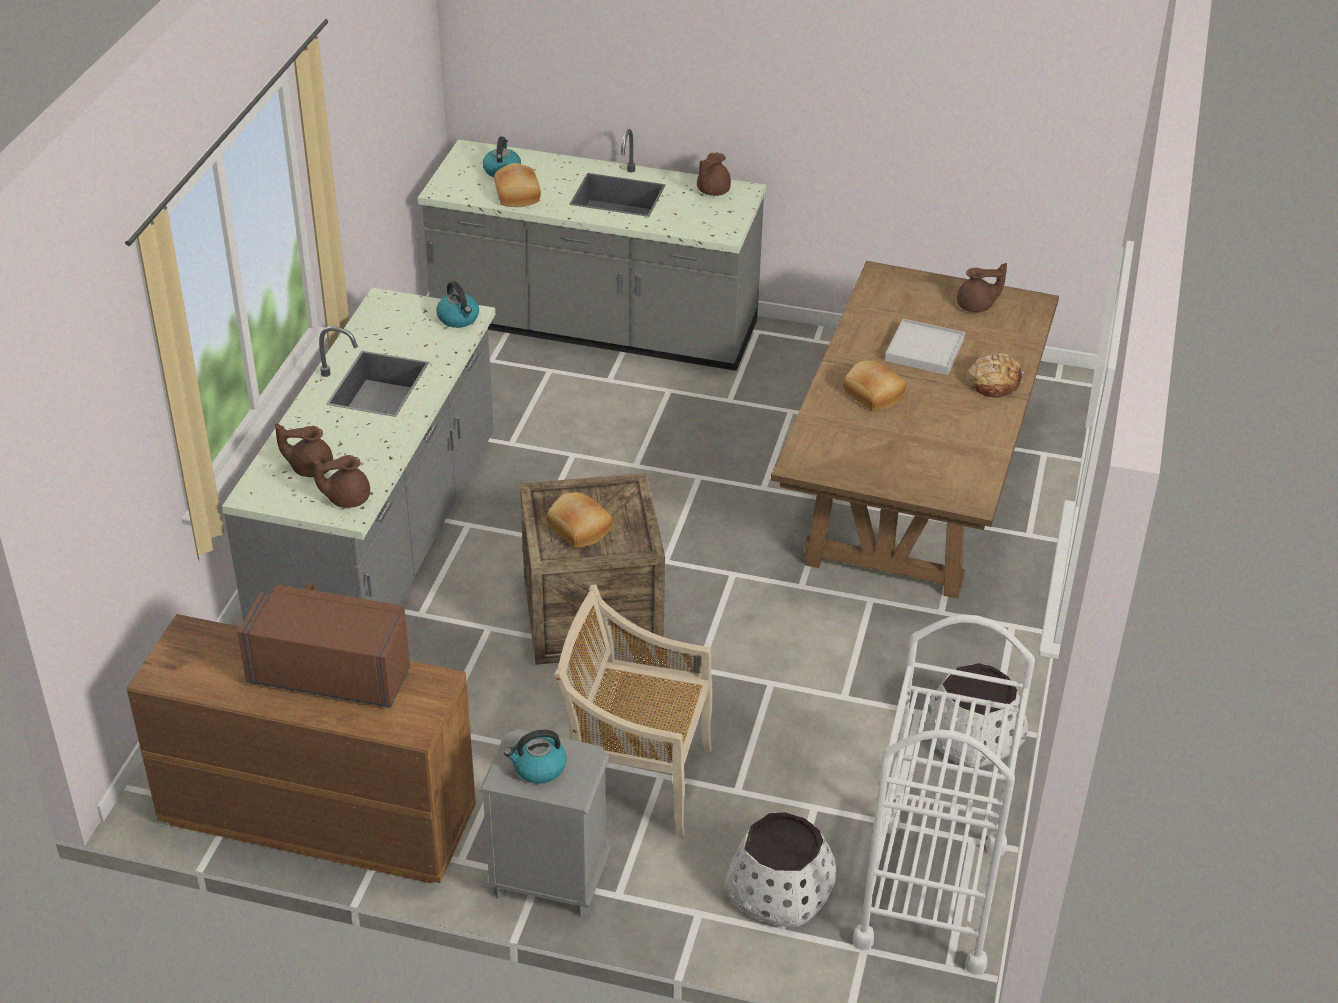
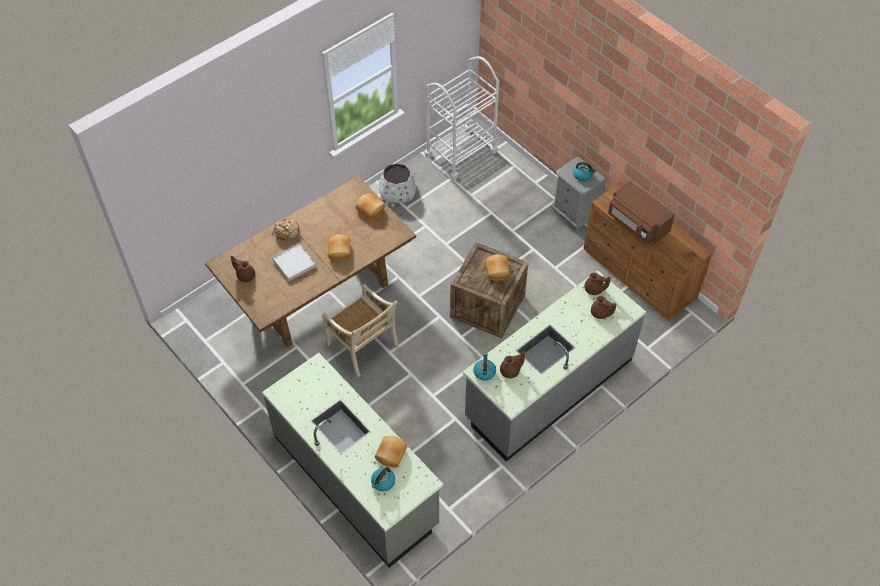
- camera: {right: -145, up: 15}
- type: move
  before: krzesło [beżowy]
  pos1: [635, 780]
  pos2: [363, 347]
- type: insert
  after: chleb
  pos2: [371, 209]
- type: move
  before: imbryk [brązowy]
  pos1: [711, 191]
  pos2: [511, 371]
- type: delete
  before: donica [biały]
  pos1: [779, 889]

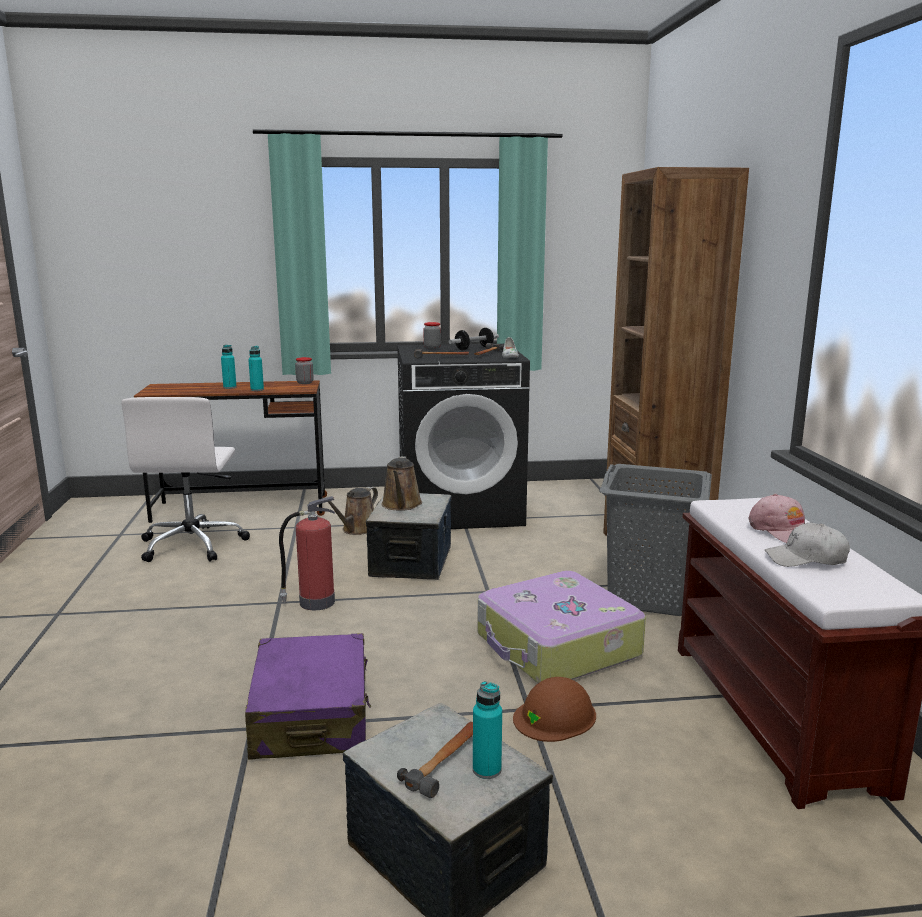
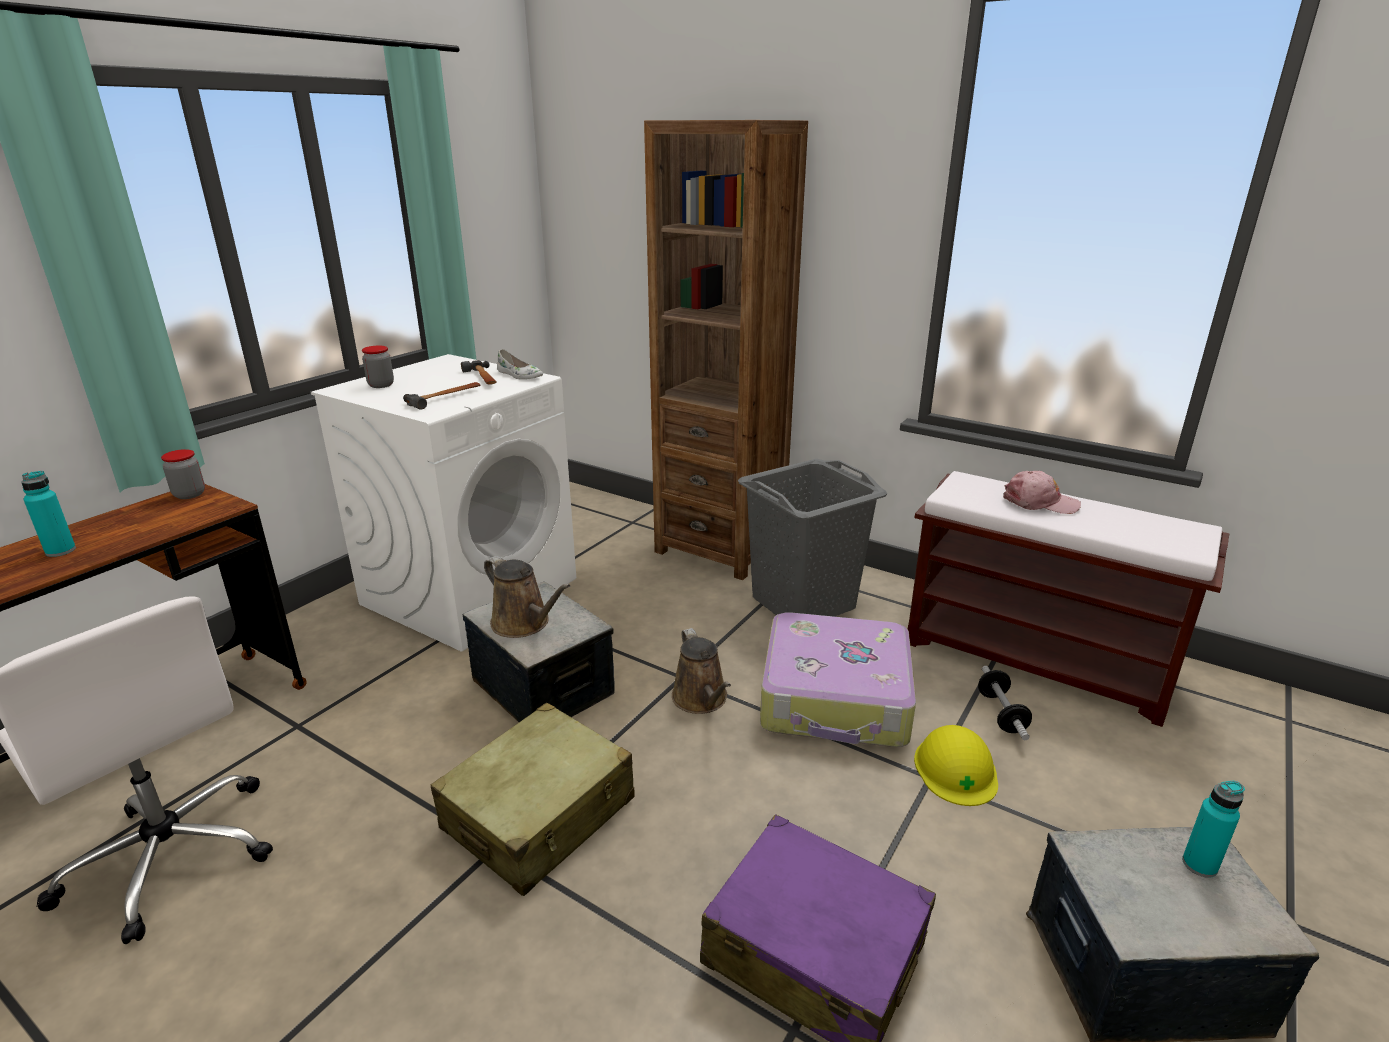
- camera: {right: -50, up: 10}
- type: recolor
  before: pralka [czarny]
  after: pralka [biały]
  pos1: [460, 509]
  pos2: [471, 590]
- type: replace
  before: gaśnica
  after: walizka [beżowy]
  pos1: [315, 602]
  pos2: [540, 814]
- type: move
  before: konewka [brązowy]
  pos1: [357, 530]
  pos2: [701, 700]
- type: recolor
  before: kask [brązowy]
  after: kask [żółty]
  pos1: [555, 716]
  pos2: [955, 769]
- type: move
  before: hantel
  pos1: [474, 348]
  pos2: [1001, 714]
- type: delete
  before: butelka [turkusowy]
  pos1: [257, 390]
- type: delete
  before: młotek
  pos1: [446, 761]
- type: delete
  before: czapka z daszkiem [biały]
  pos1: [806, 559]

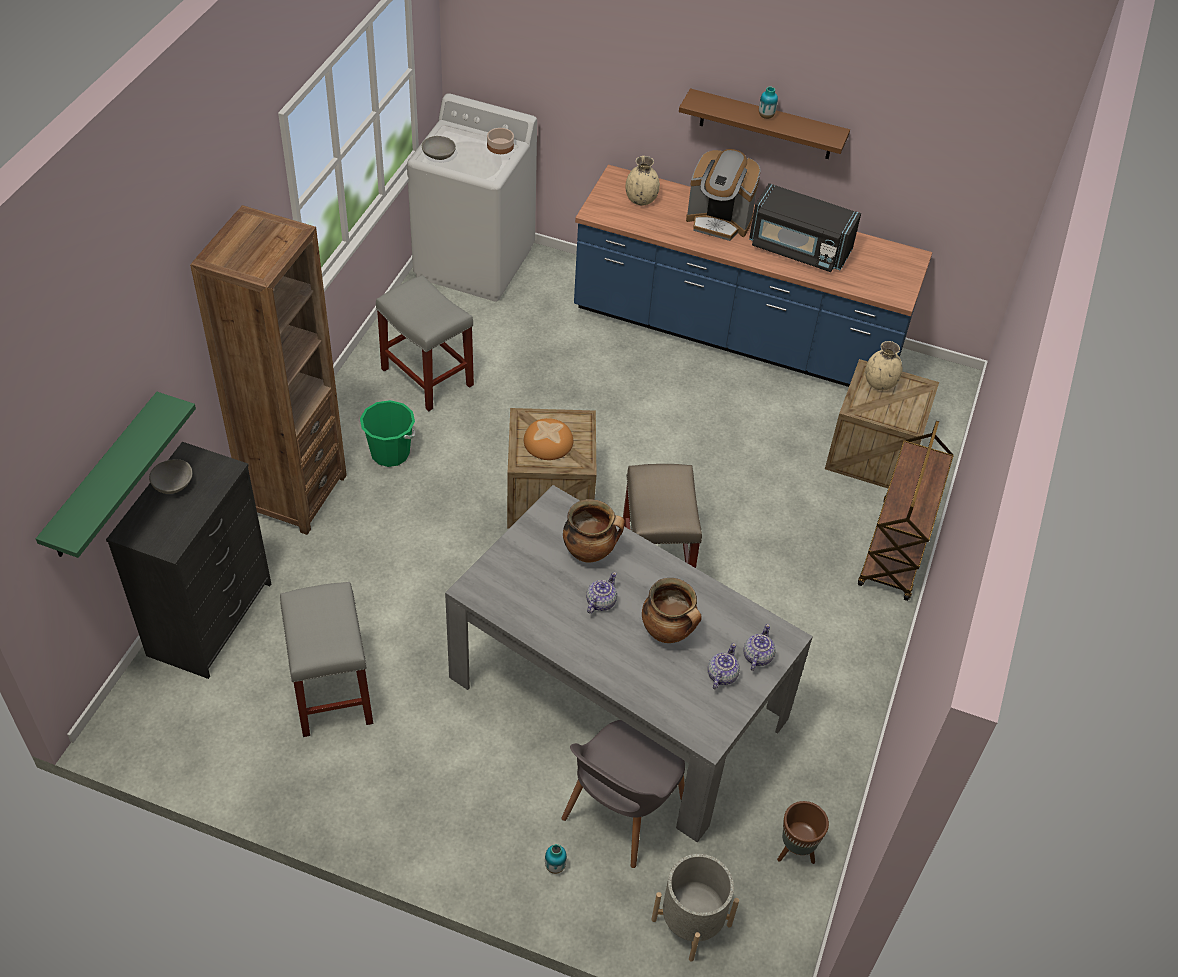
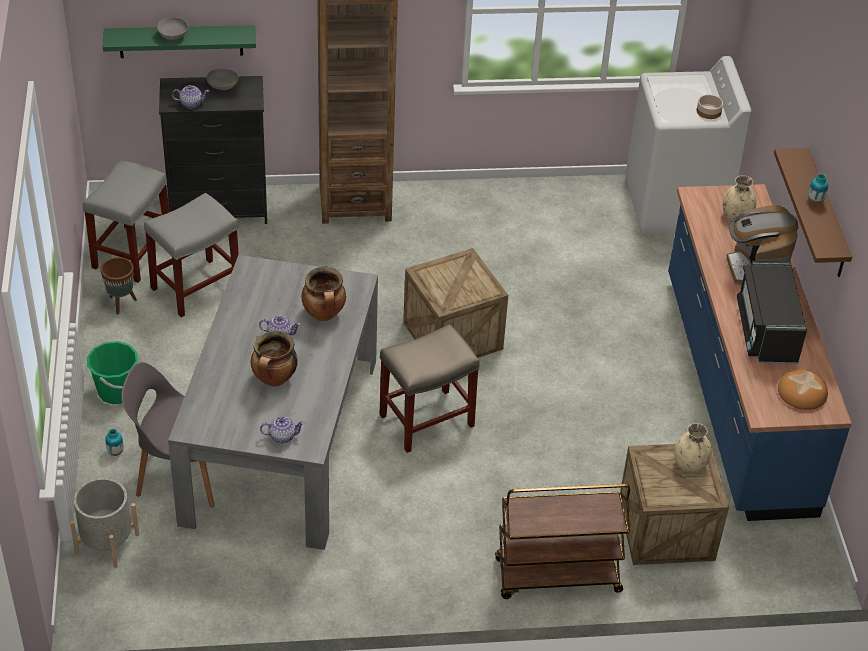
- camera: {right: 65, up: -5}
- type: move
  before: stołek [szary]
  pos1: [428, 378]
  pos2: [132, 254]
- type: move
  before: wiadro [zielony]
  pos1: [390, 453]
  pos2: [116, 391]
- type: move
  before: donica [brązowy]
  pos1: [795, 852]
  pos2: [121, 303]
- type: move
  before: miska [szary]
  pos1: [439, 155]
  pos2: [173, 36]
- type: move
  before: imbryk
  pos1: [721, 675]
  pos2: [191, 103]
- type: move
  before: chleb
  pos1: [548, 442]
  pos2: [802, 393]

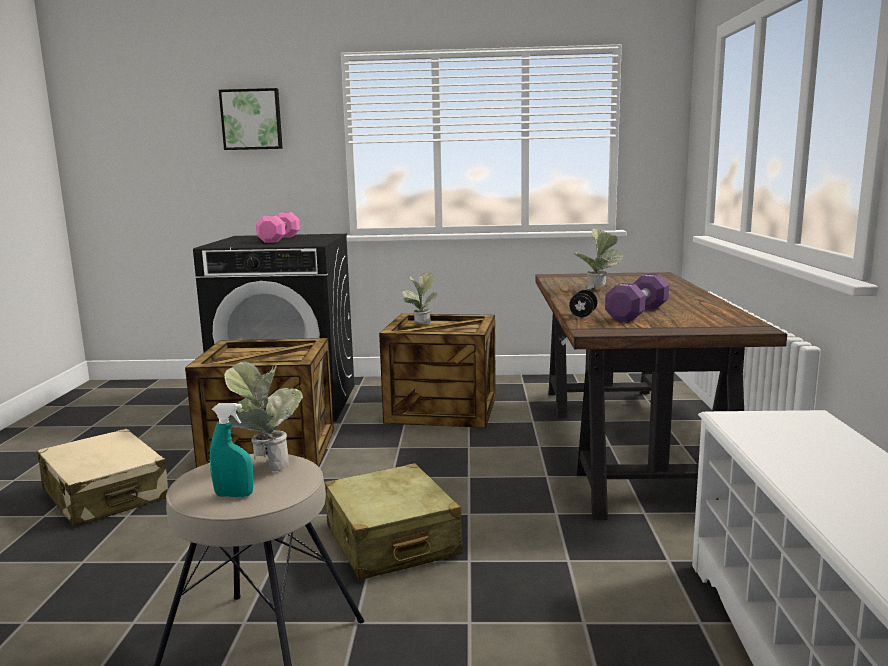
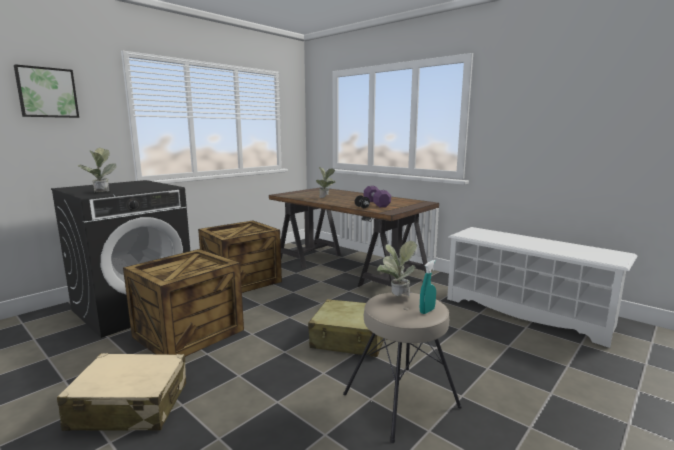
- camera: {right: -50, up: 0}
- type: move
  before: roślina doniczkowa
  pos1: [420, 326]
  pos2: [101, 193]
- type: delete
  before: hantel [różowy]
  pos1: [279, 239]

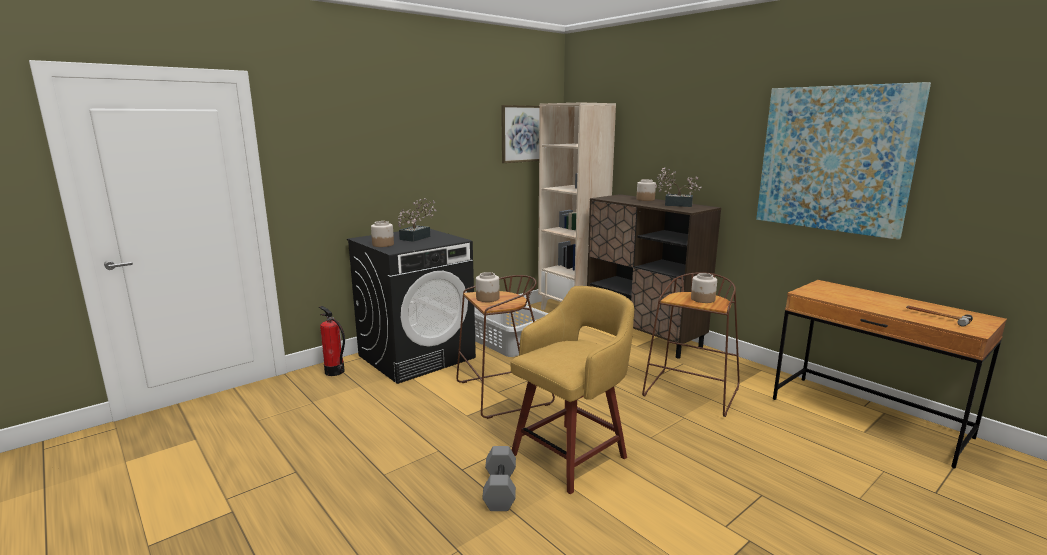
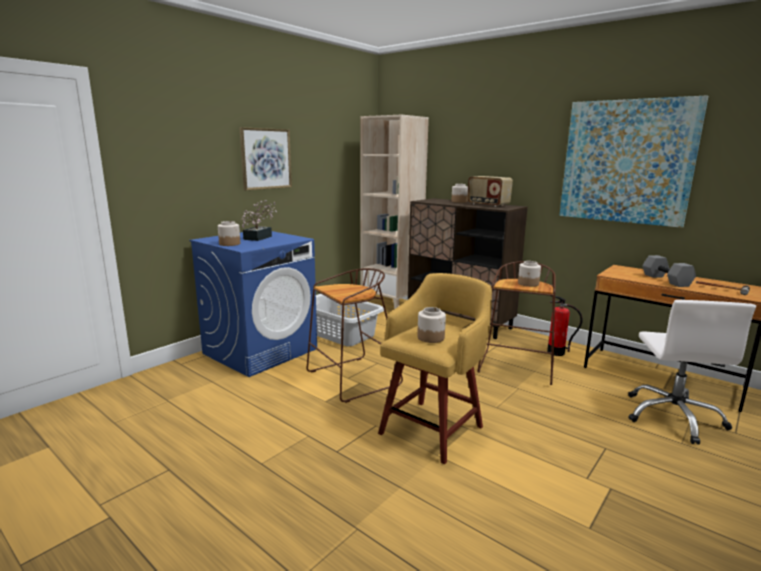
- camera: {right: -10, up: 0}
- type: recolor
  before: pralka [czarny]
  after: pralka [niebieski]
  pos1: [417, 356]
  pos2: [261, 351]
- type: move
  before: obraz
  pos1: [522, 133]
  pos2: [266, 159]
- type: move
  before: słoik
  pos1: [488, 298]
  pos2: [431, 337]
- type: replace
  before: roślina doniczkowa
  after: radio
  pos1: [675, 204]
  pos2: [487, 205]
- type: move
  before: gaśnica
  pos1: [334, 372]
  pos2: [556, 352]
- type: insert
  after: krzesło biurowe [biały]
  pos2: [673, 417]
- type: move
  before: hantel [szary]
  pos1: [499, 489]
  pos2: [665, 280]

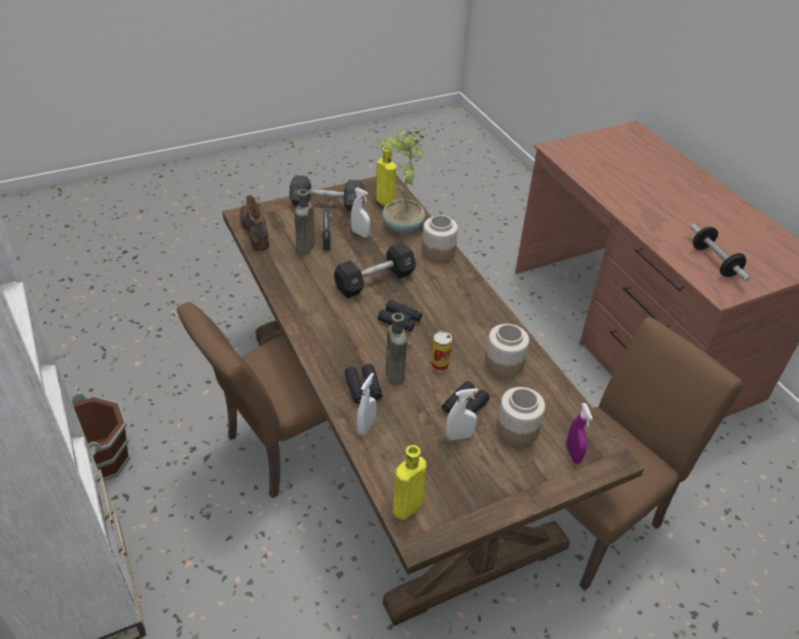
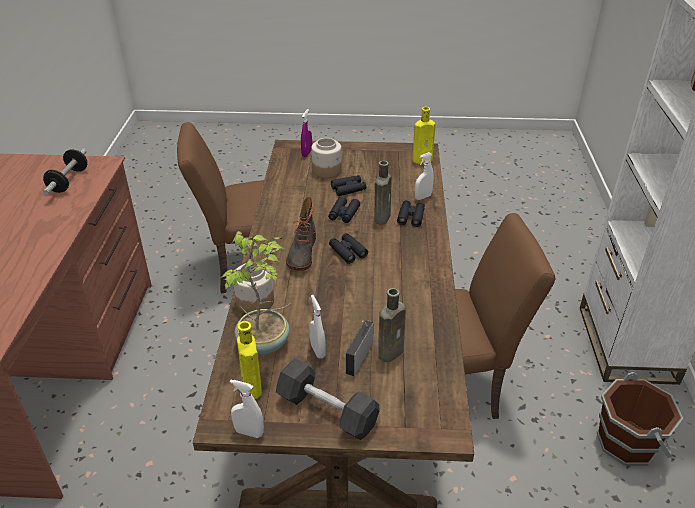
- camera: {right: -150, up: -5}
- type: move
  before: spryskiwacz [biały]
  pos1: [459, 436]
  pos2: [249, 432]
- type: move
  before: but z cholewką
  pos1: [256, 230]
  pos2: [301, 253]
- type: replace
  before: puszka
  after: lornetka [czarny]
  pos1: [440, 365]
  pos2: [344, 214]
- type: delete
  before: hantel [czarny]
  pos1: [375, 281]
- type: delete
  before: słoik
  pos1: [503, 363]

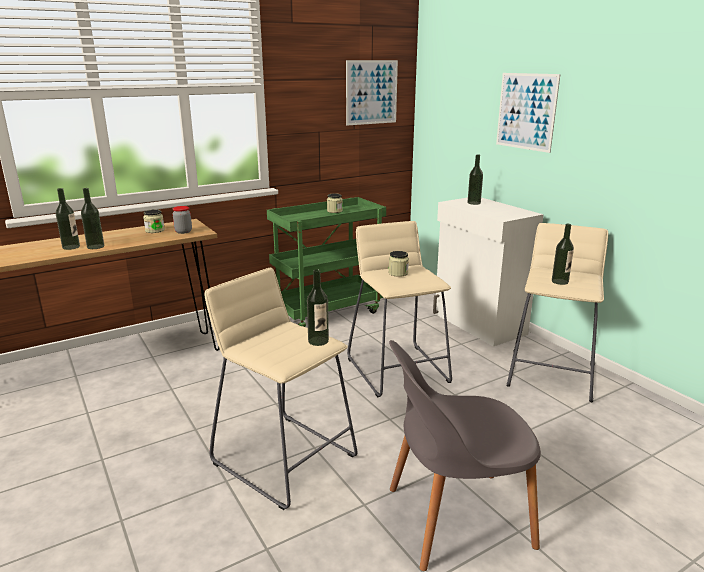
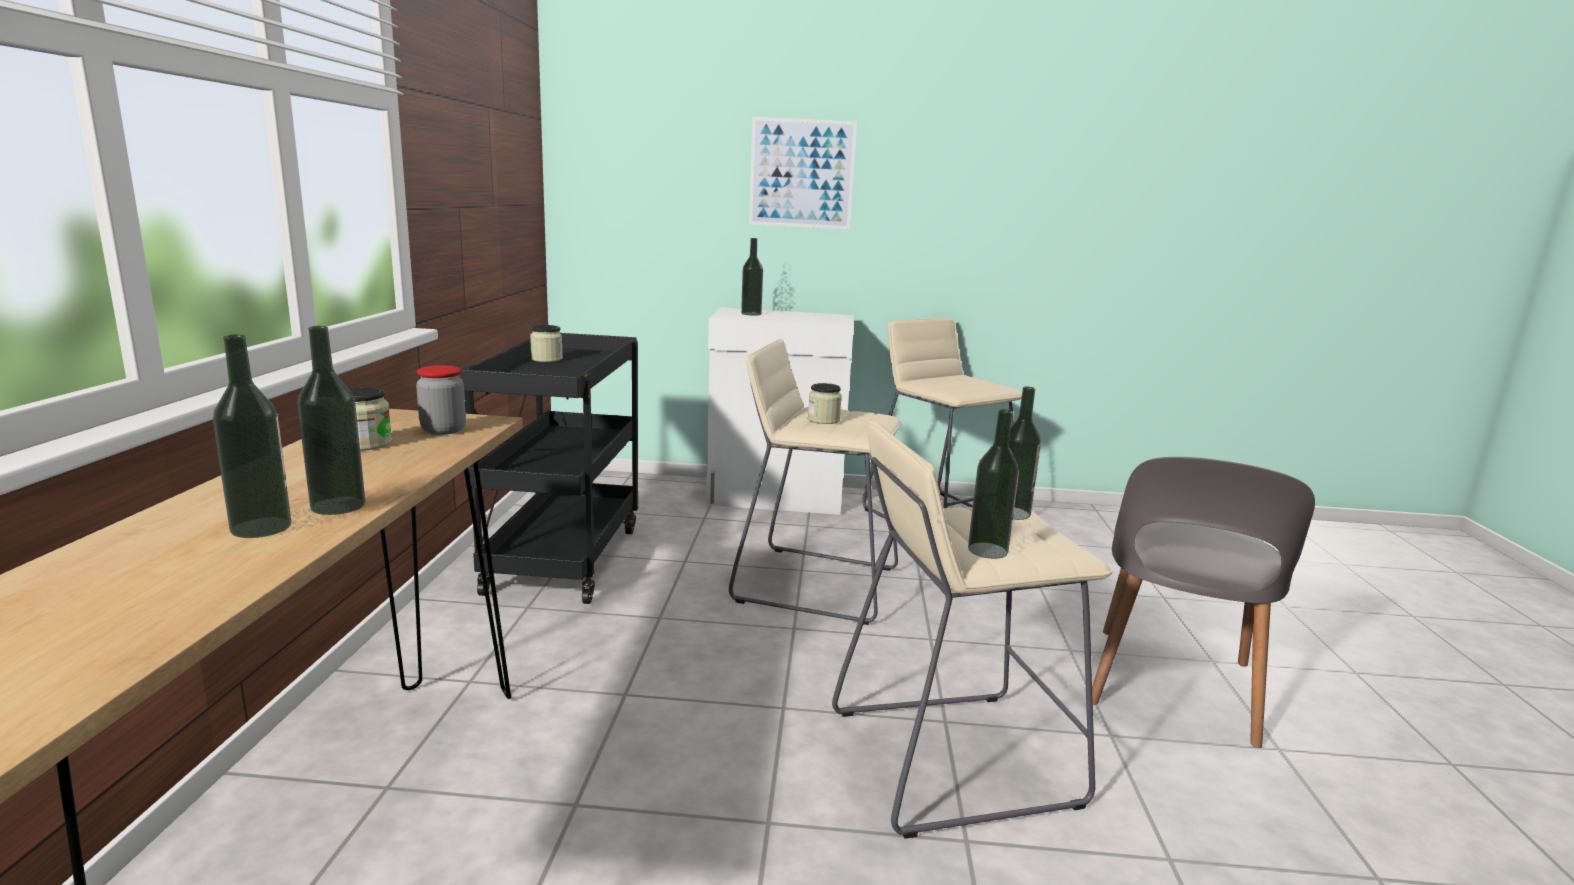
- camera: {right: -55, up: -5}
- type: recolor
  before: wózek [zielony]
  after: wózek [czarny]
  pos1: [328, 312]
  pos2: [563, 558]
- type: move
  before: butelka
  pos1: [560, 281]
  pos2: [987, 550]
- type: delete
  before: obraz
  pos1: [371, 92]

